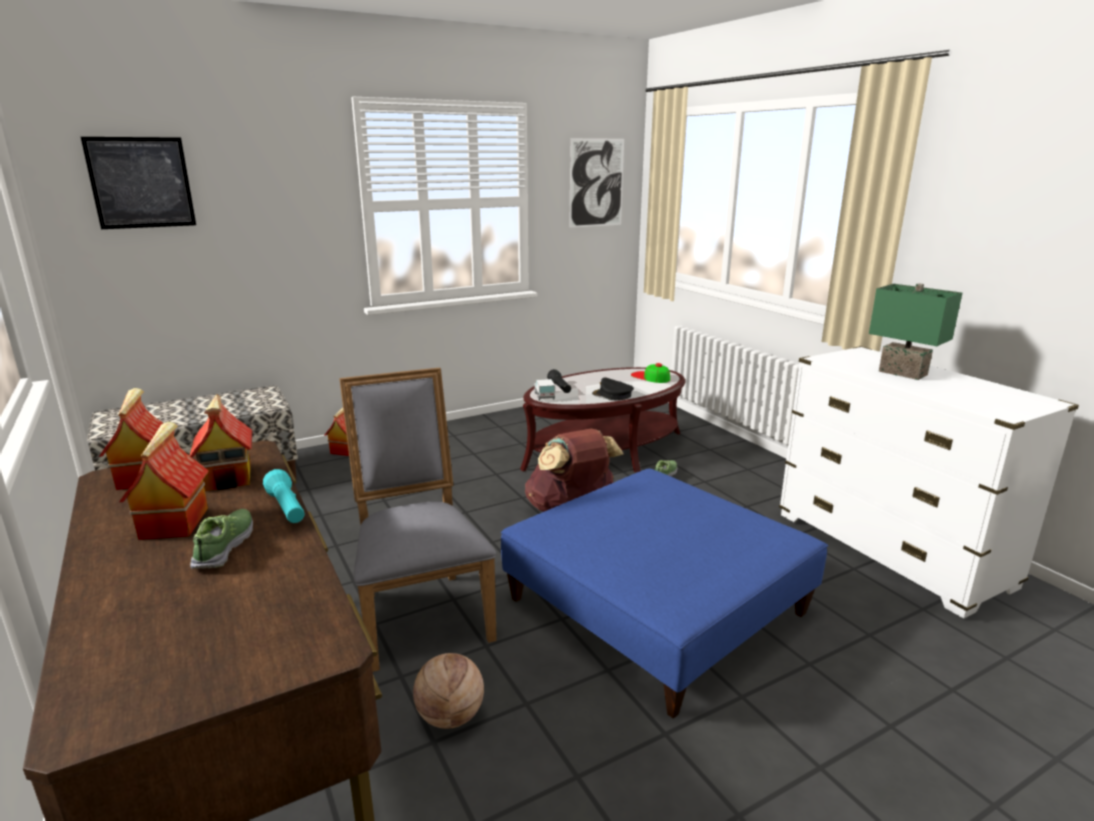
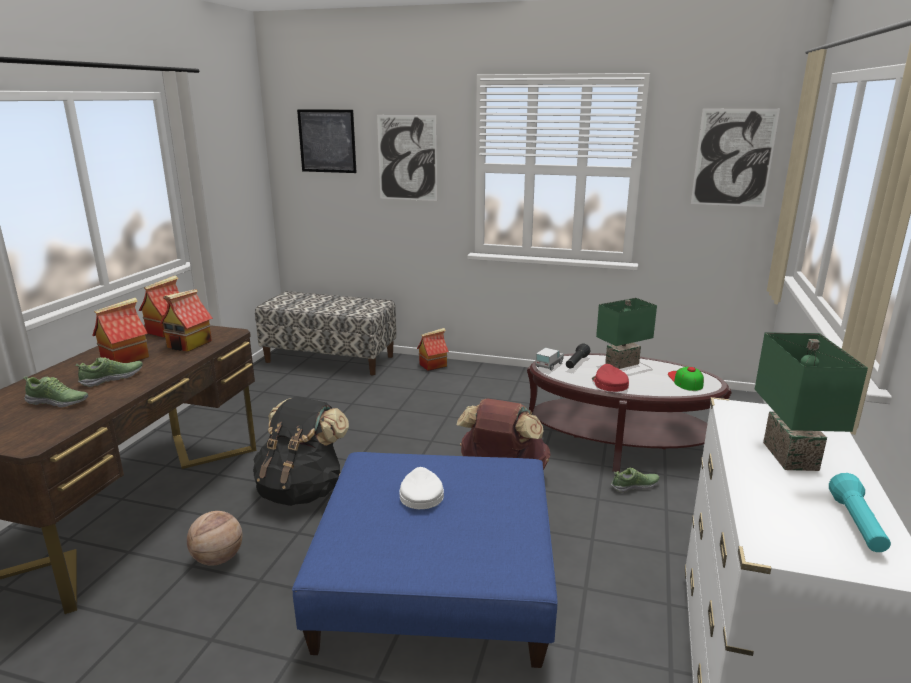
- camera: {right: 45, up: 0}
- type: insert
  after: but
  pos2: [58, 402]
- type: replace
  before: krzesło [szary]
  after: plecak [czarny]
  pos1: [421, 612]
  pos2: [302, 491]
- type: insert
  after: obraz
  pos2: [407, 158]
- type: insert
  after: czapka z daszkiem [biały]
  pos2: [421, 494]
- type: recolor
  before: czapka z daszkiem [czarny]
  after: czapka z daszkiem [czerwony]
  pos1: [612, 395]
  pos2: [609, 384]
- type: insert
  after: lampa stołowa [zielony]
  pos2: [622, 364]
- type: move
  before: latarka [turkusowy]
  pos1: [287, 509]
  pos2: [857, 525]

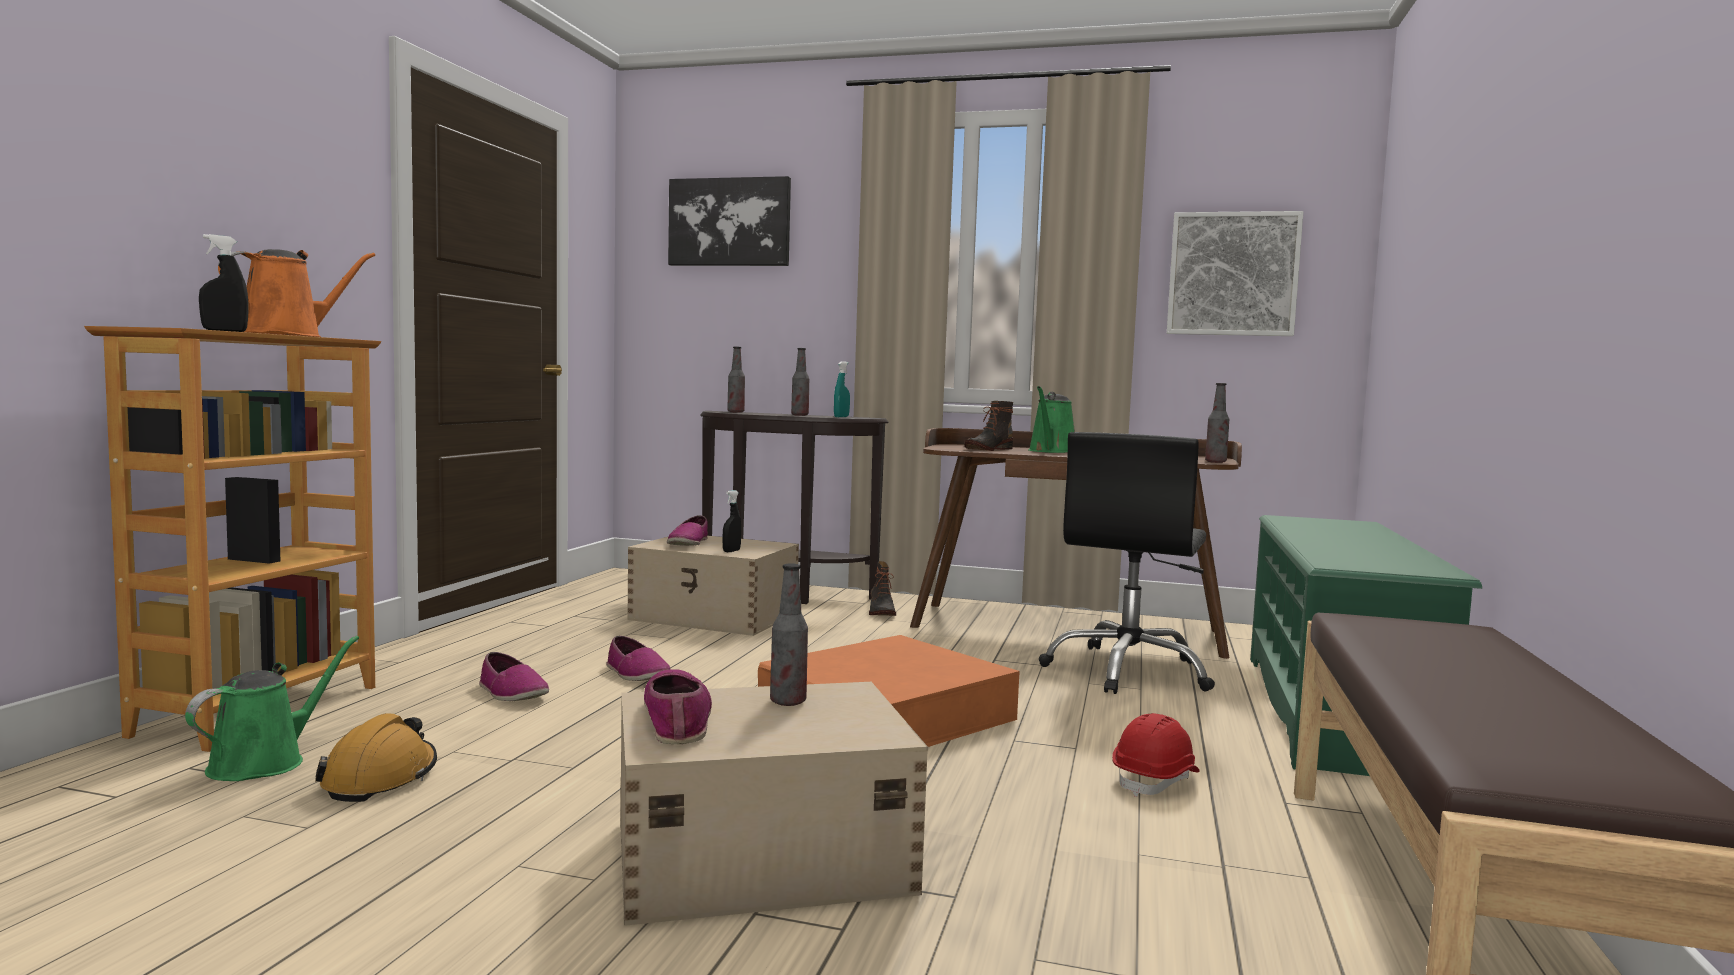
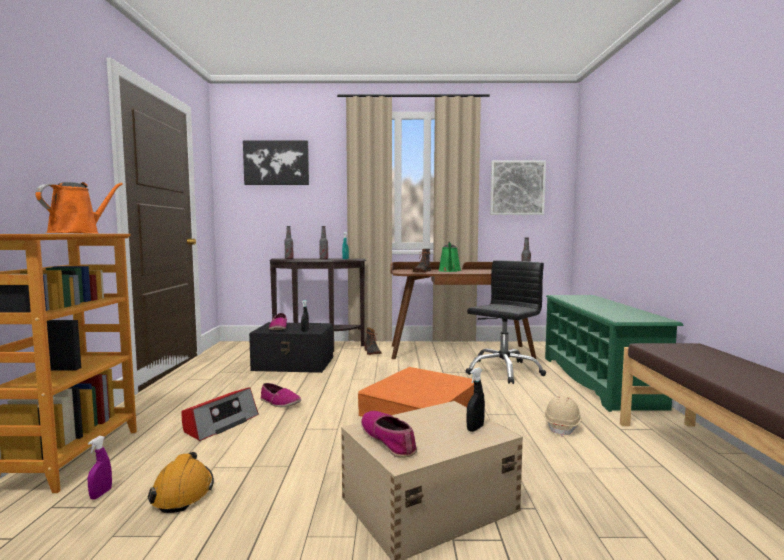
- camera: {right: -15, up: 0}
- type: replace
  before: konewka [zielony]
  after: spryskiwacz [fioletowy]
  pos1: [264, 762]
  pos2: [101, 494]
- type: replace
  before: but
  after: radio
  pos1: [511, 693]
  pos2: [220, 424]
- type: recolor
  before: pojemnik do przechowywania [beżowy]
  after: pojemnik do przechowywania [czarny]
  pos1: [715, 616]
  pos2: [294, 364]
- type: rotate
  before: krzesło biurowe [czarny]
  pos1: [1128, 671]
  pos2: [503, 371]
  turn: -150
- type: move
  before: spryskiwacz [czarny]
  pos1: [224, 331]
  pos2: [475, 428]
- type: recolor
  before: kask [czerwony]
  after: kask [beżowy]
  pos1: [1156, 780]
  pos2: [562, 426]
- type: delete
  before: butelka
  pos1: [788, 702]

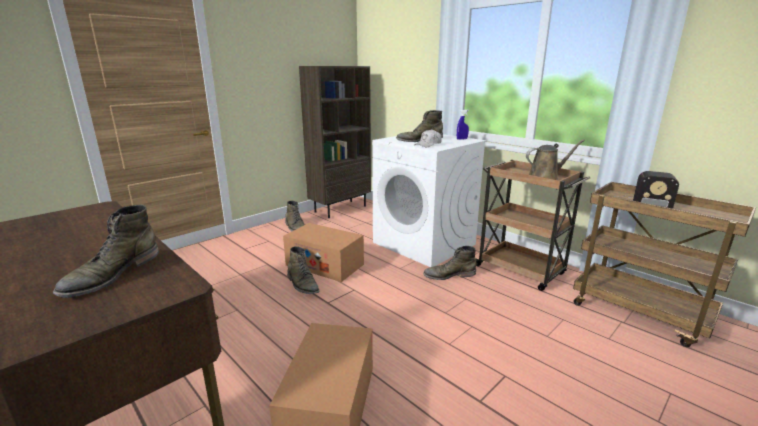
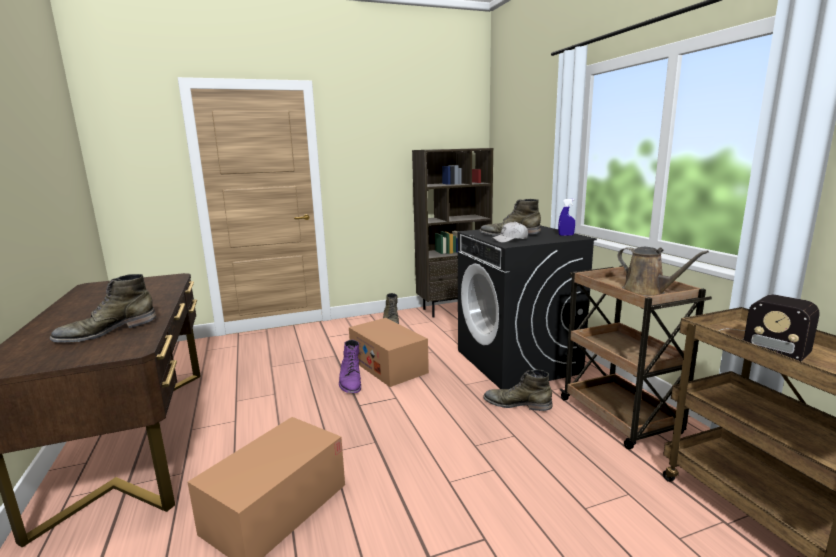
- camera: {right: 25, up: -5}
- type: recolor
  before: but z cholewką [zielony]
  after: but z cholewką [fioletowy]
  pos1: [302, 284]
  pos2: [350, 381]
- type: recolor
  before: pralka [biały]
  after: pralka [czarny]
  pos1: [424, 243]
  pos2: [518, 362]
- type: rotate
  before: konewka [brązowy]
  pos1: [545, 177]
  pos2: [647, 292]
  turn: 45

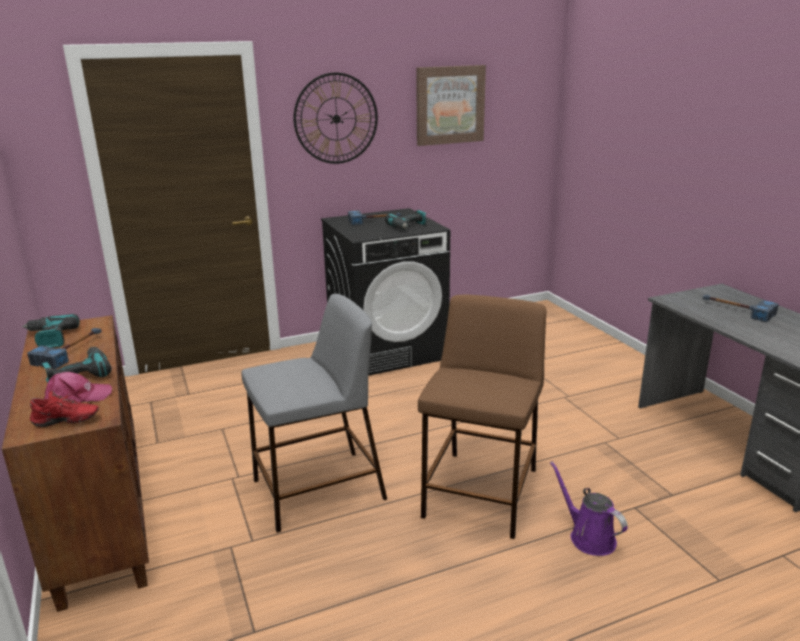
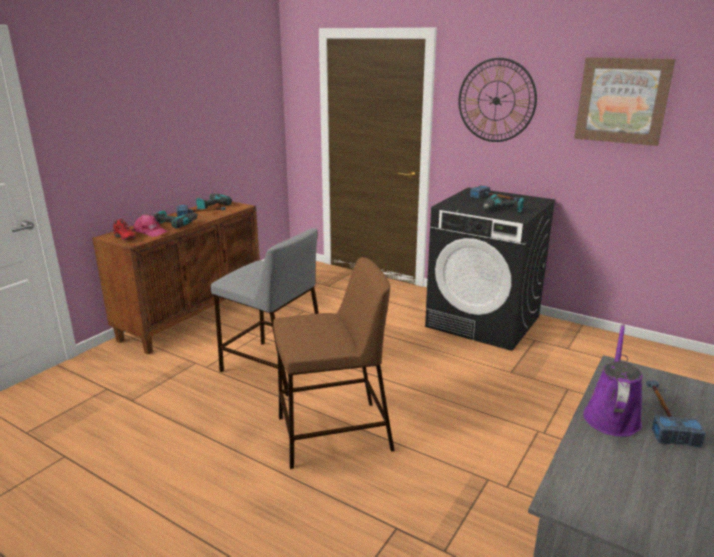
- camera: {right: 55, up: 0}
- type: move
  before: konewka [fioletowy]
  pos1: [588, 537]
  pos2: [611, 416]

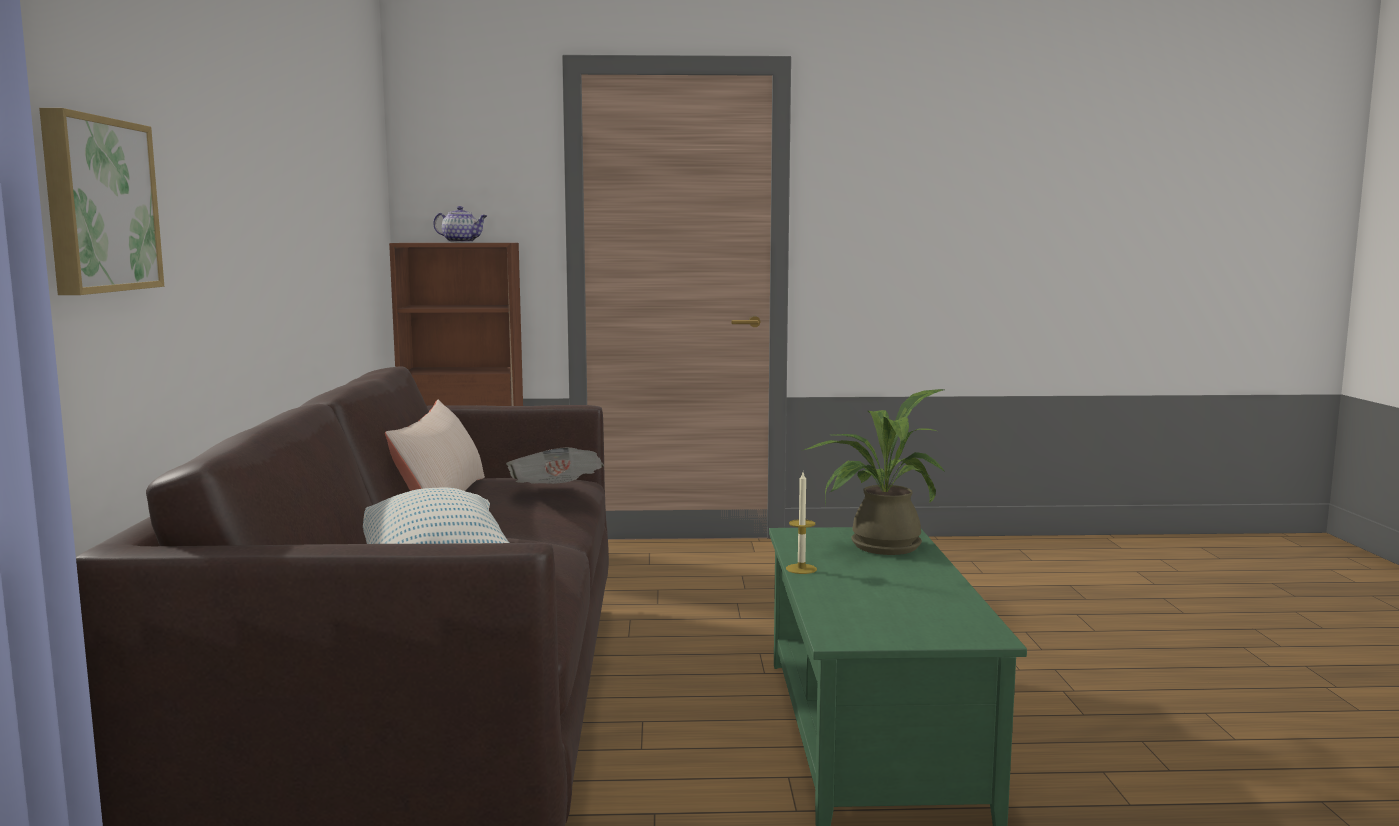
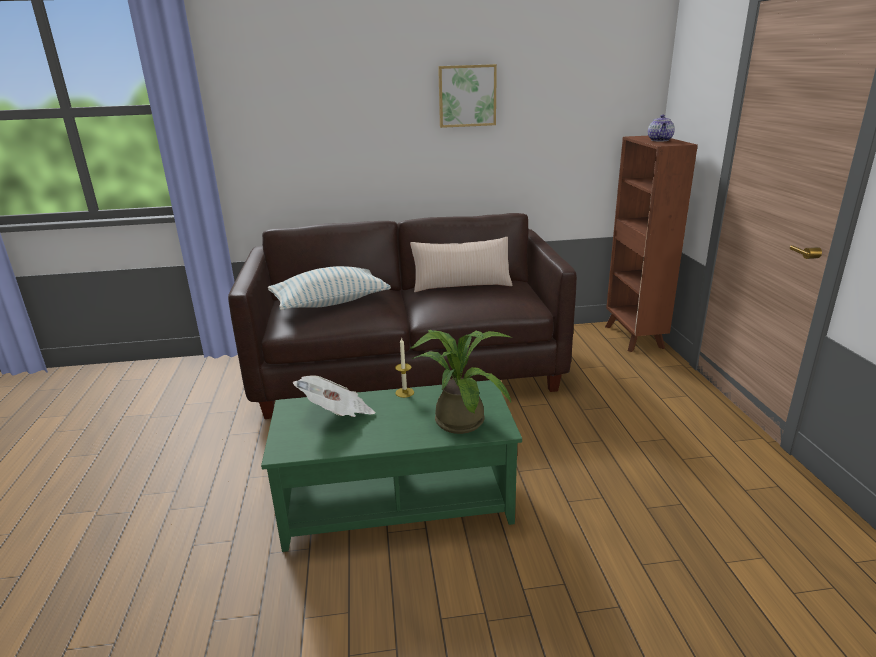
- camera: {right: 85, up: 15}
- type: move
  before: gazeta
  pos1: [556, 494]
  pos2: [337, 414]
- type: move
  before: obraz
  pos1: [96, 205]
  pos2: [467, 96]

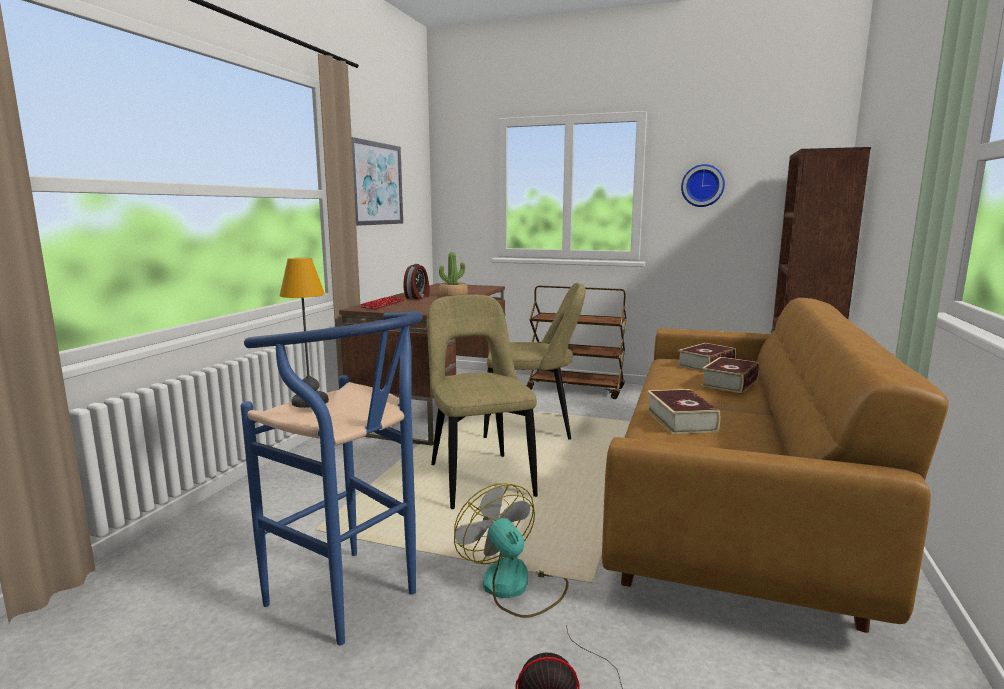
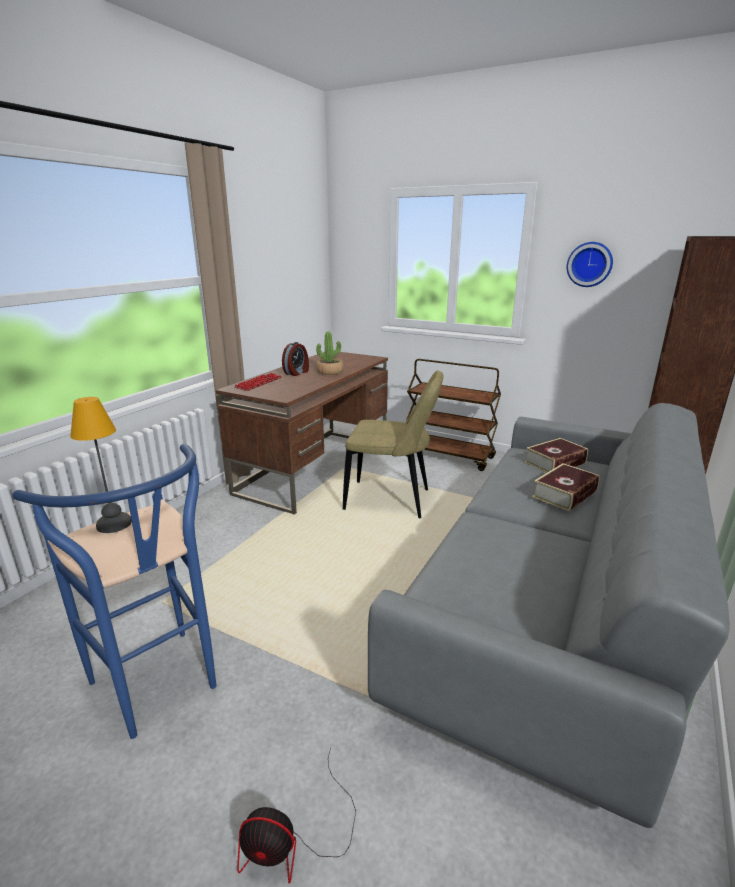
- camera: {right: 10, up: 10}
- type: recolor
  before: kanapa [brązowy]
  after: kanapa [szary]
  pos1: [732, 497]
  pos2: [549, 607]
- type: delete
  before: obraz
  pos1: [376, 184]
- type: delete
  before: krzesło [beżowy]
  pos1: [479, 478]
- type: delete
  before: wentylator
  pos1: [514, 587]
- type: delete
  before: książka
  pos1: [680, 420]

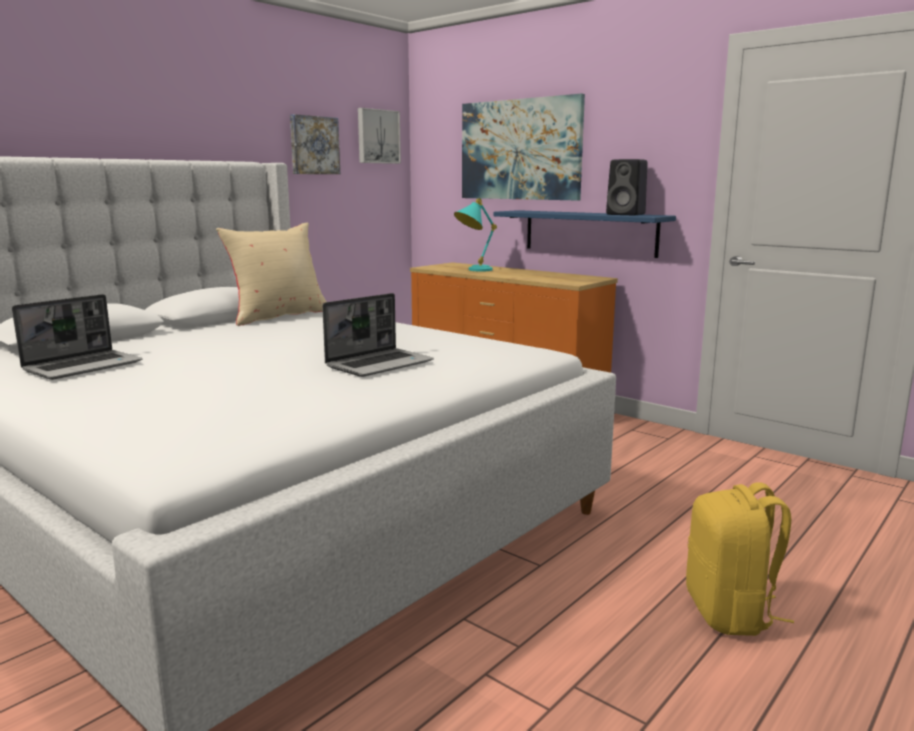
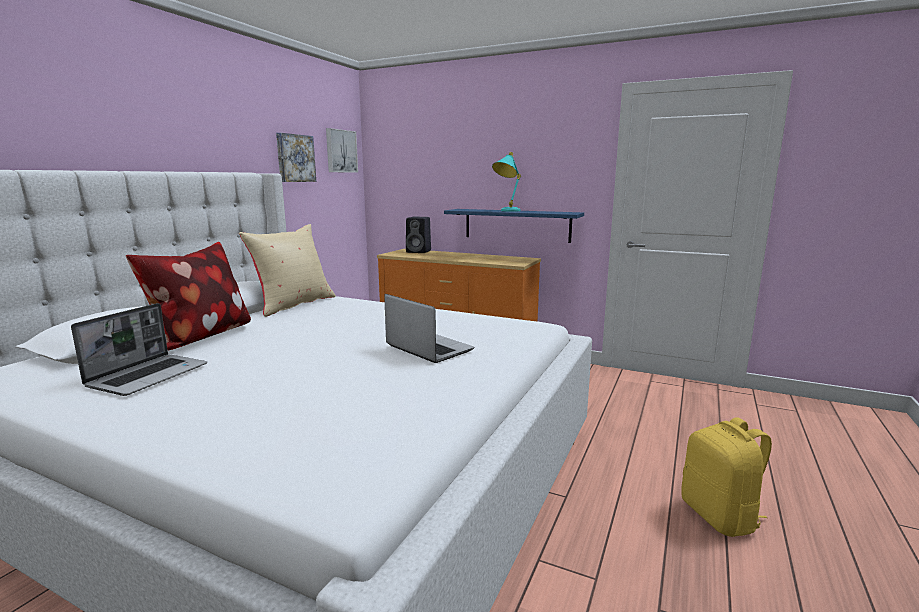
- camera: {right: -15, up: 0}
- type: insert
  after: poduszka
  pos2: [200, 337]
- type: rotate
  before: laptop
  pos1: [380, 364]
  pos2: [427, 348]
  turn: -75
- type: move
  before: głośnik [czarny]
  pos1: [627, 214]
  pos2: [419, 251]
- type: move
  before: lampa stołowa [turkusowy]
  pos1: [473, 270]
  pos2: [506, 211]
- type: delete
  before: obraz
  pos1: [520, 150]

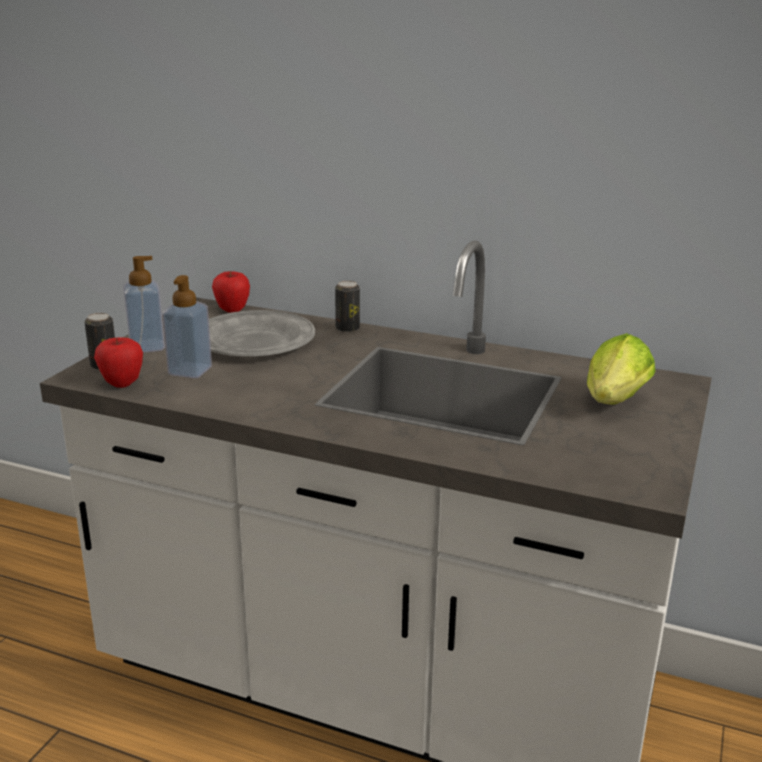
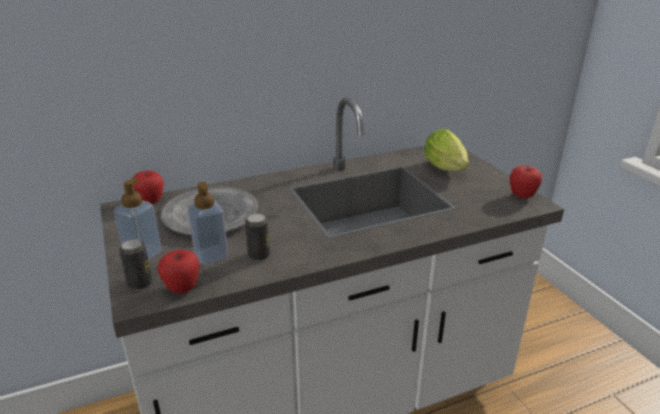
- camera: {right: -45, up: 5}
- type: move
  before: puszka
  pos1: [347, 329]
  pos2: [259, 255]
- type: insert
  after: jabłko
  pos2: [522, 196]

